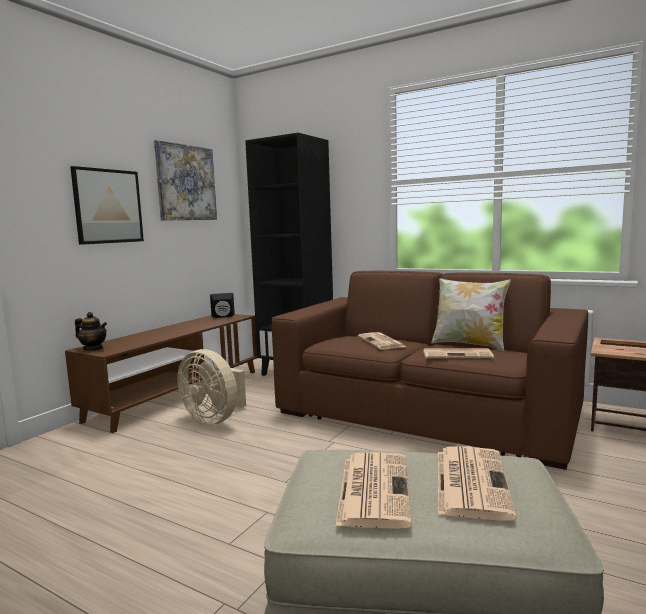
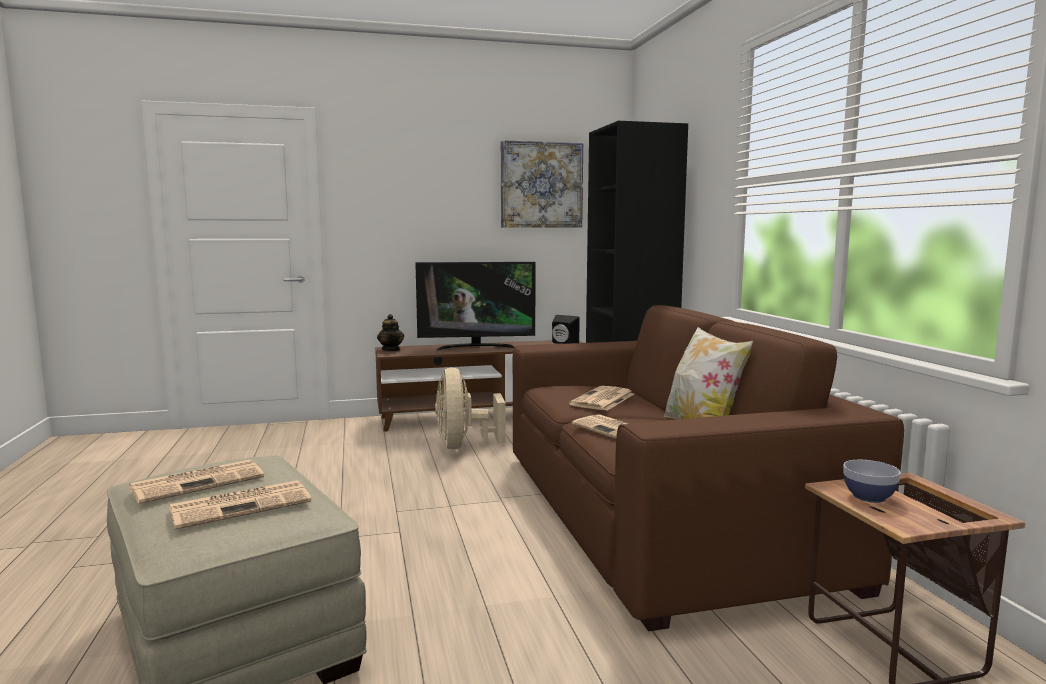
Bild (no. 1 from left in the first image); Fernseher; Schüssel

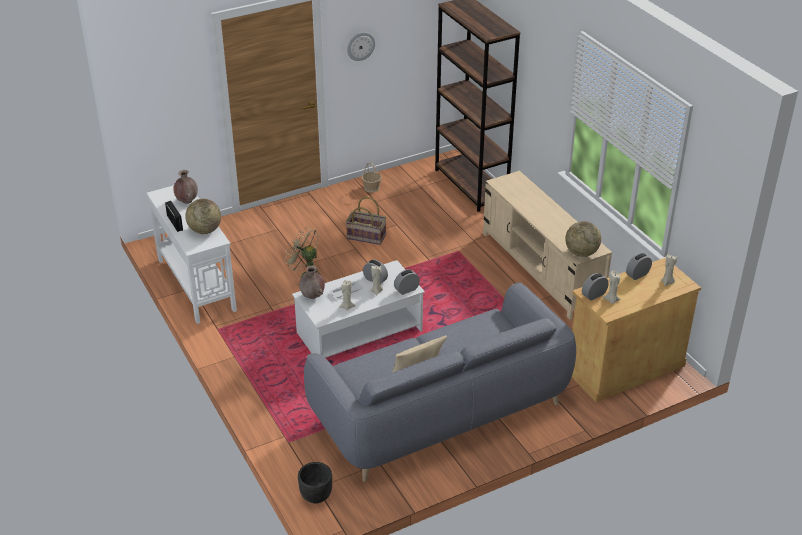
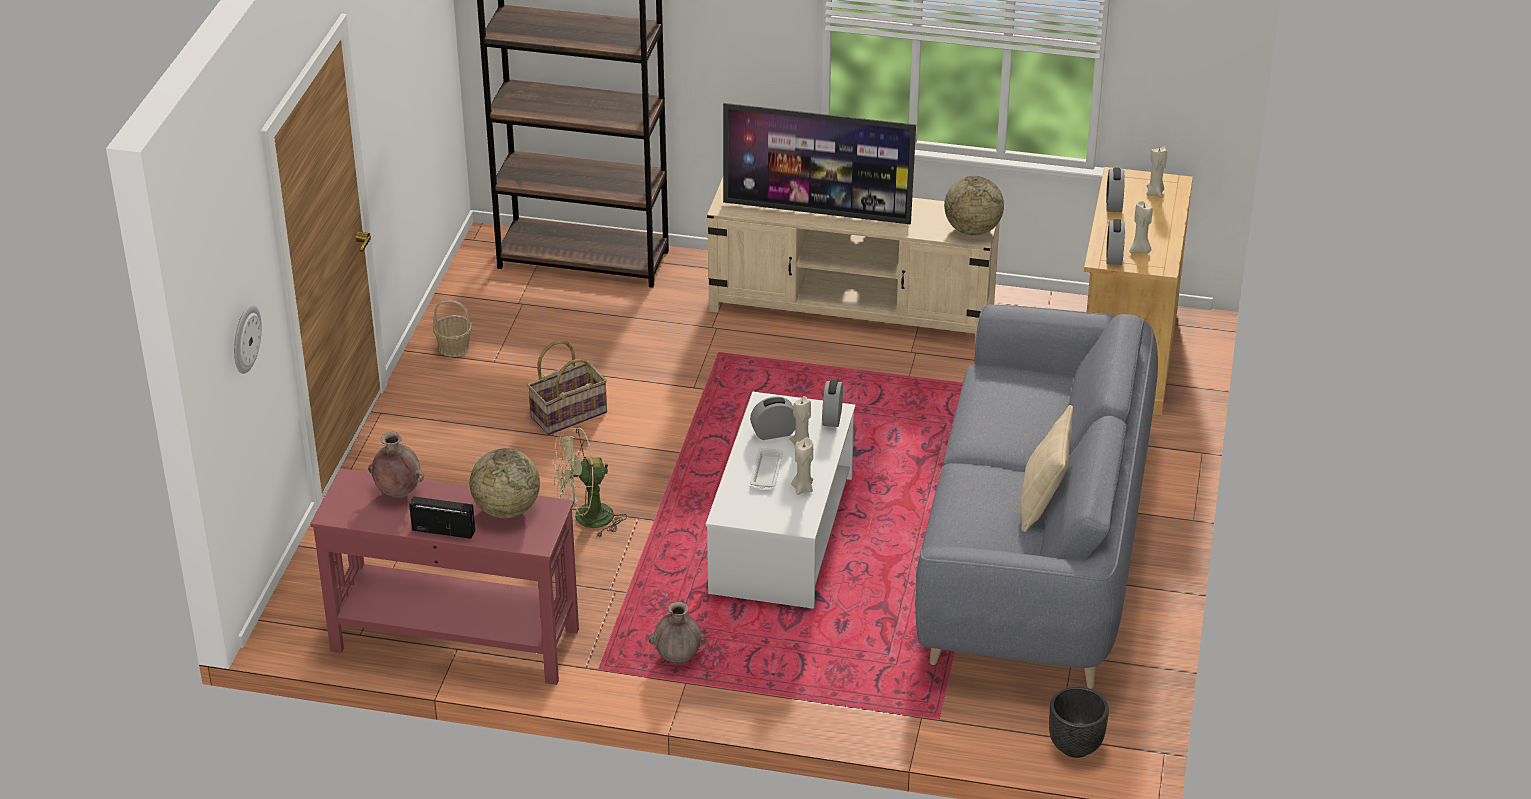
Konsolentisch (rot); Vase (braun) (no. 2 from left); Wanduhr; Fernseher

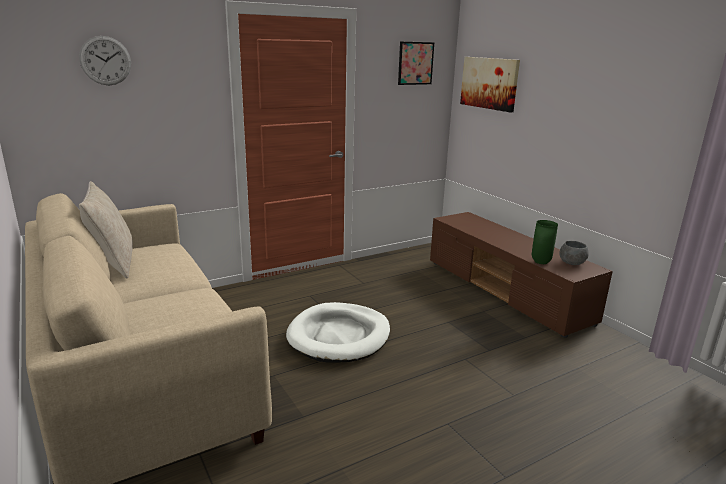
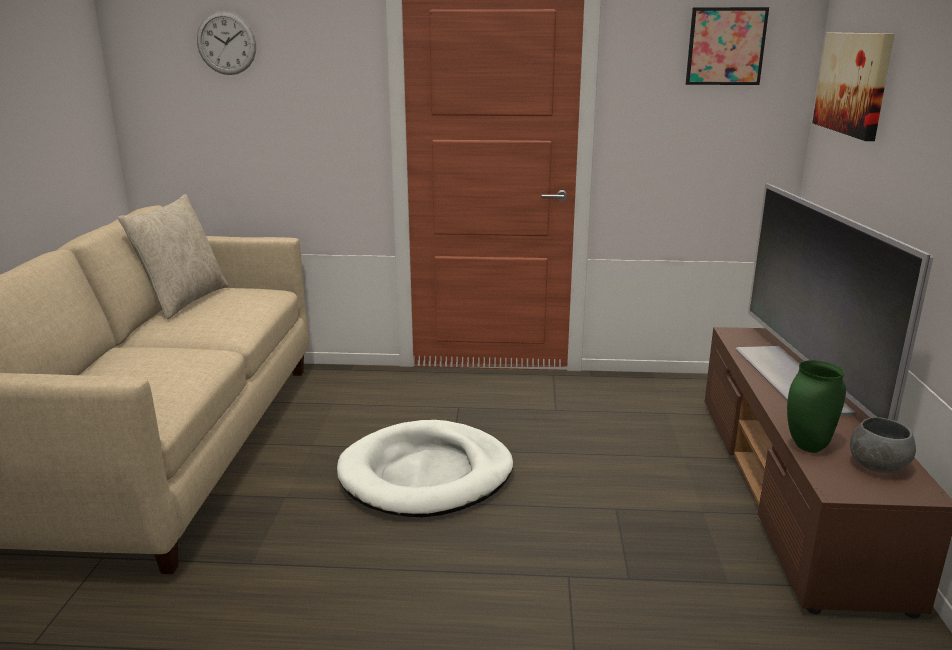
Fernseher

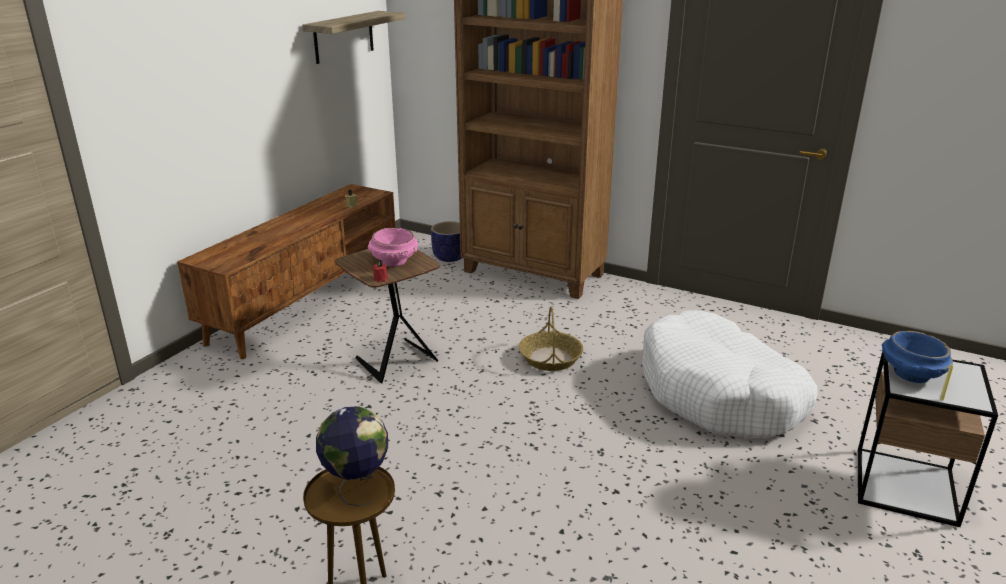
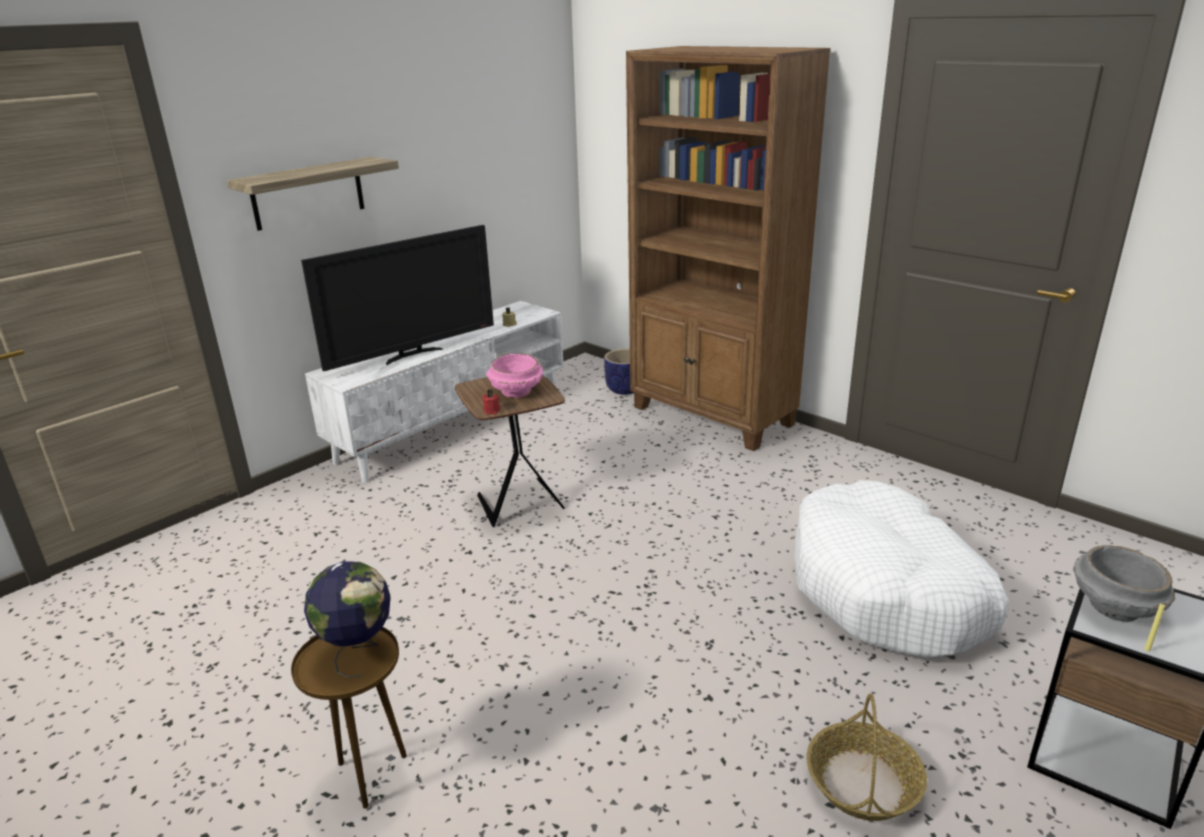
Fernsehschrank (weiß); Wandregal; Korb; Schüssel (grau); Fernseher

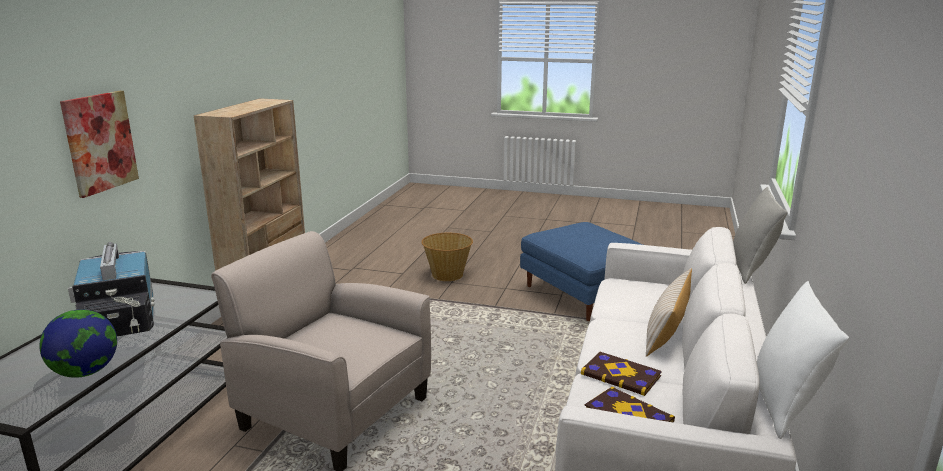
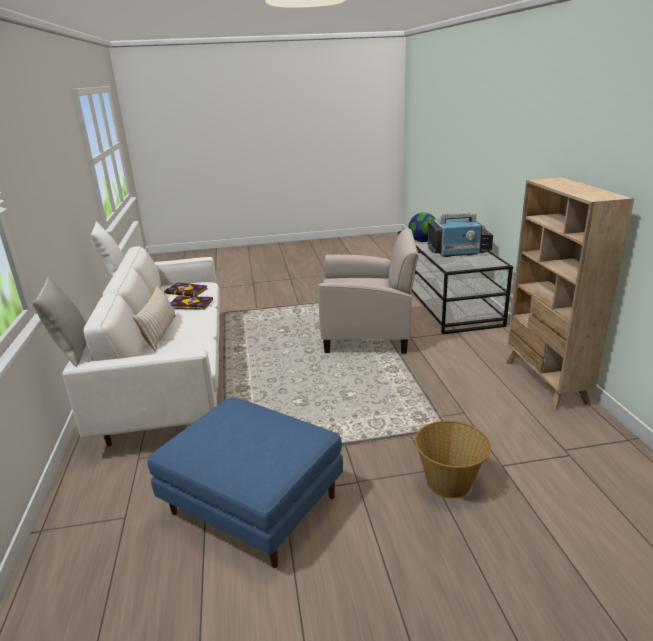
Bild; Fernseher

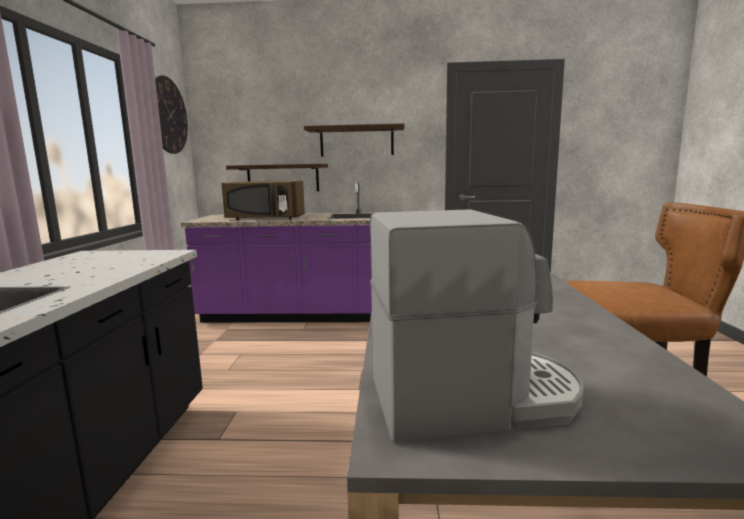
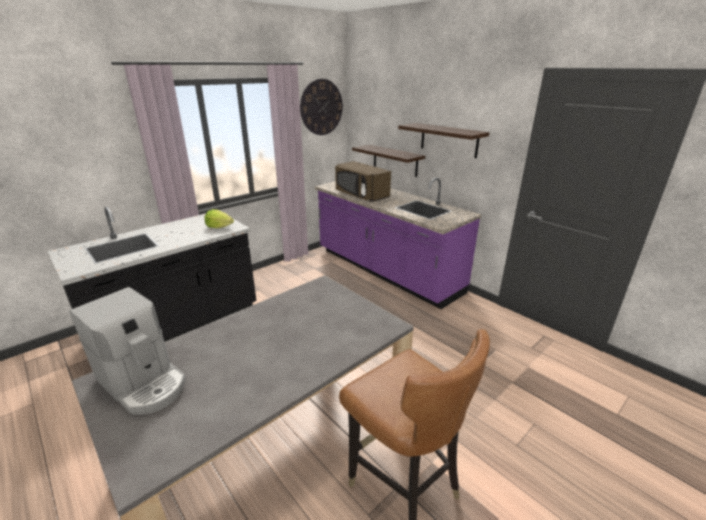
Salatkopf

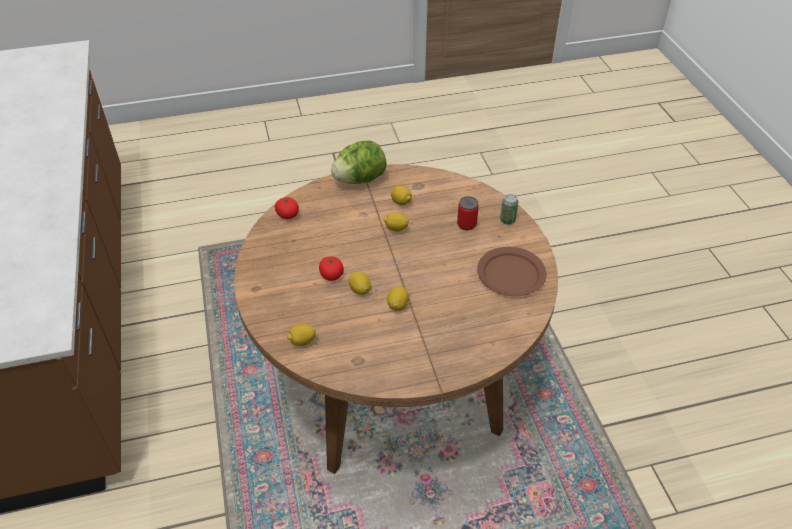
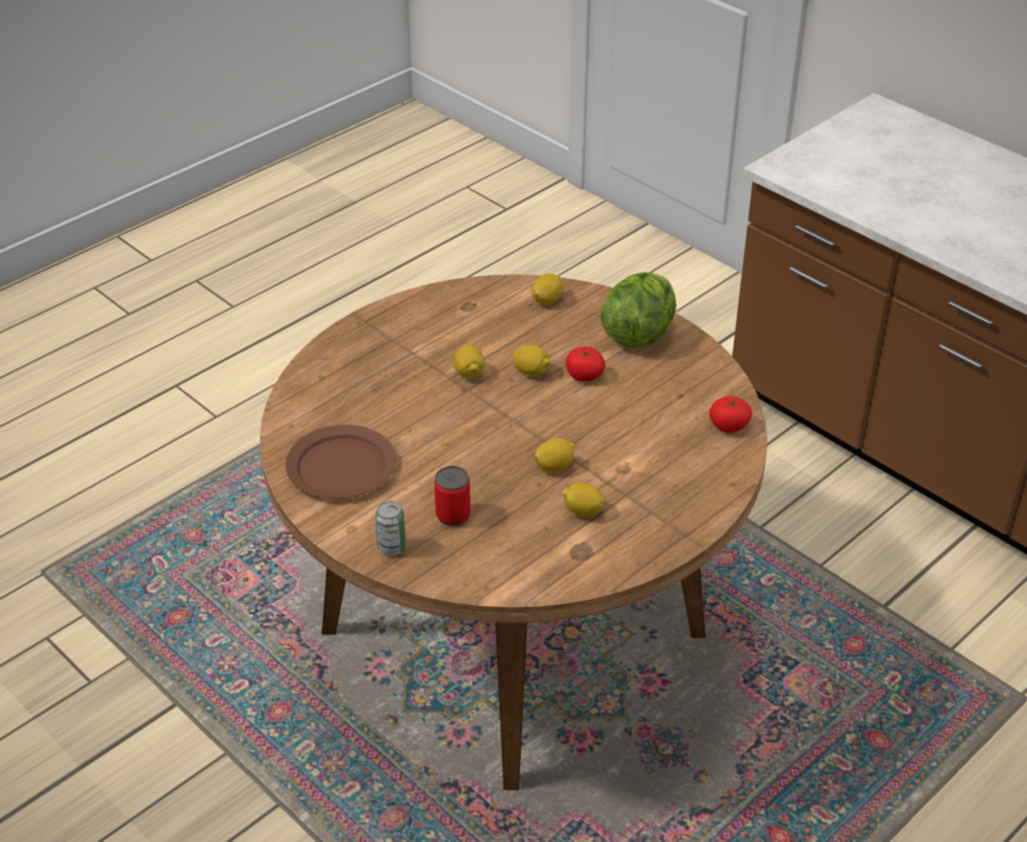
Salatkopf

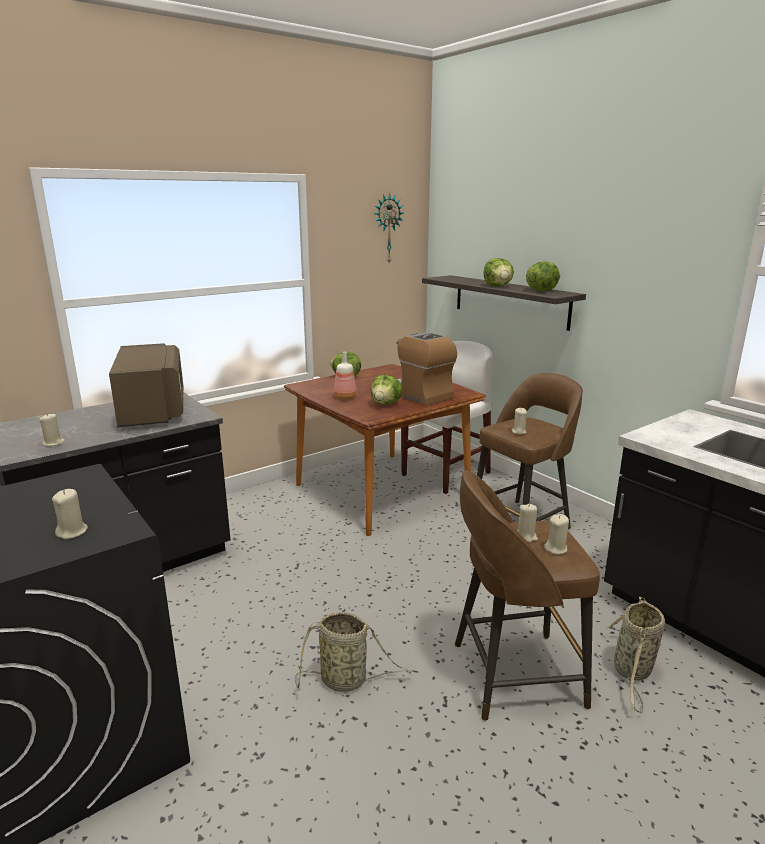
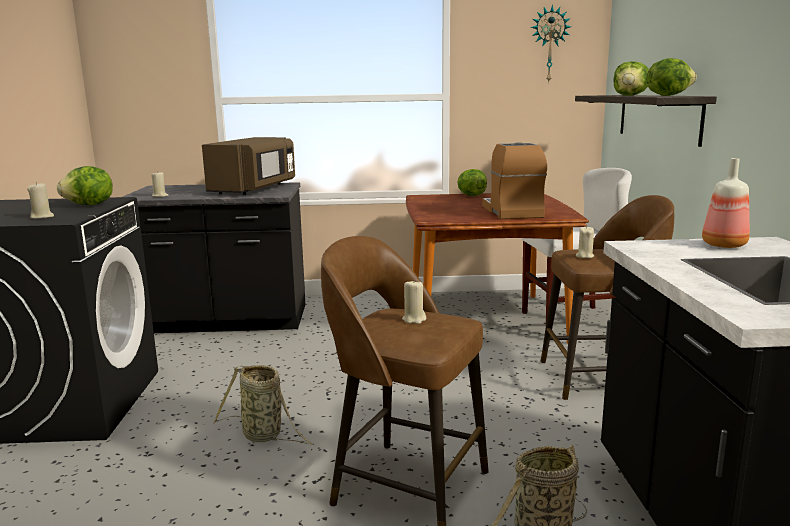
Flasche; Salatkopf (no. 1 from left); Kerze (beige) (no. 5 from left in the first image)

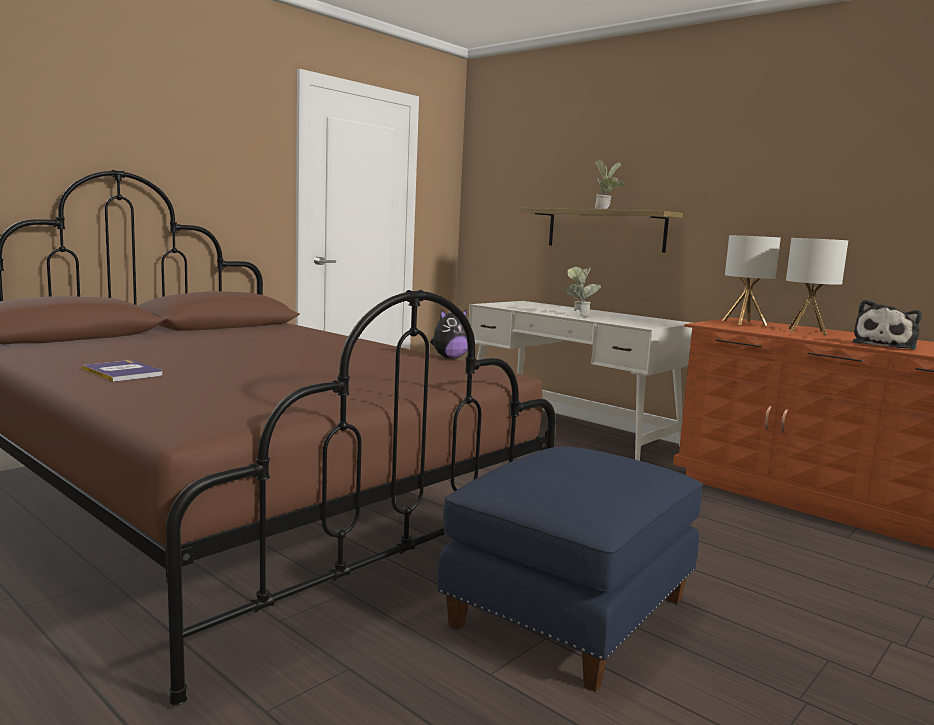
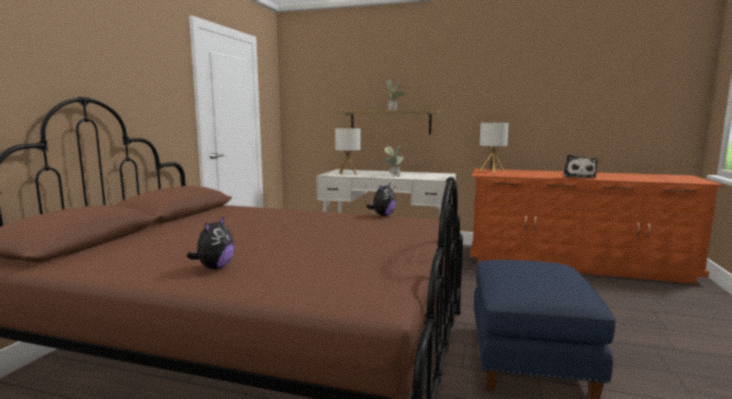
Plüschtier (no. 1 from left); Tischlampe (no. 1 from left)

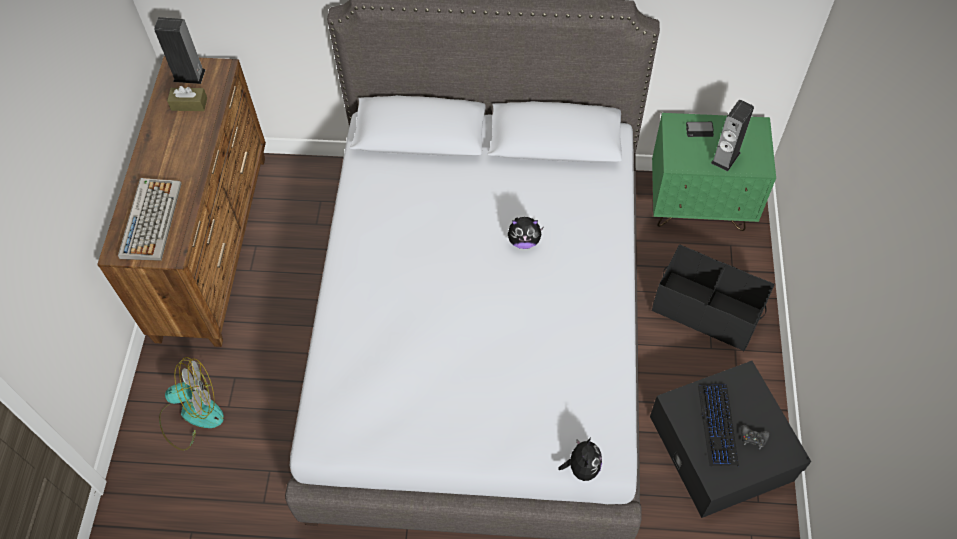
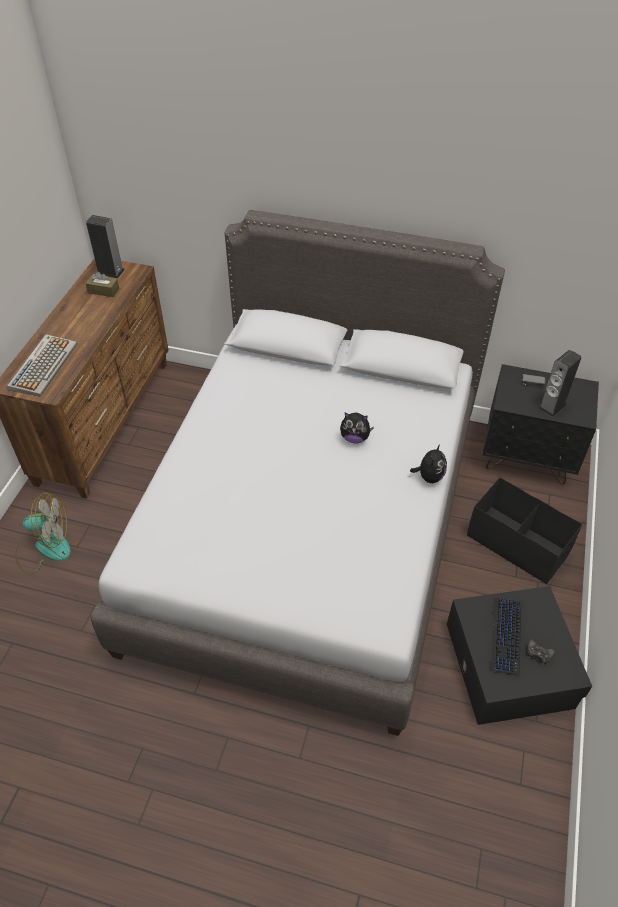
Plüschtier (no. 2 from left); Nachttisch (schwarz)

